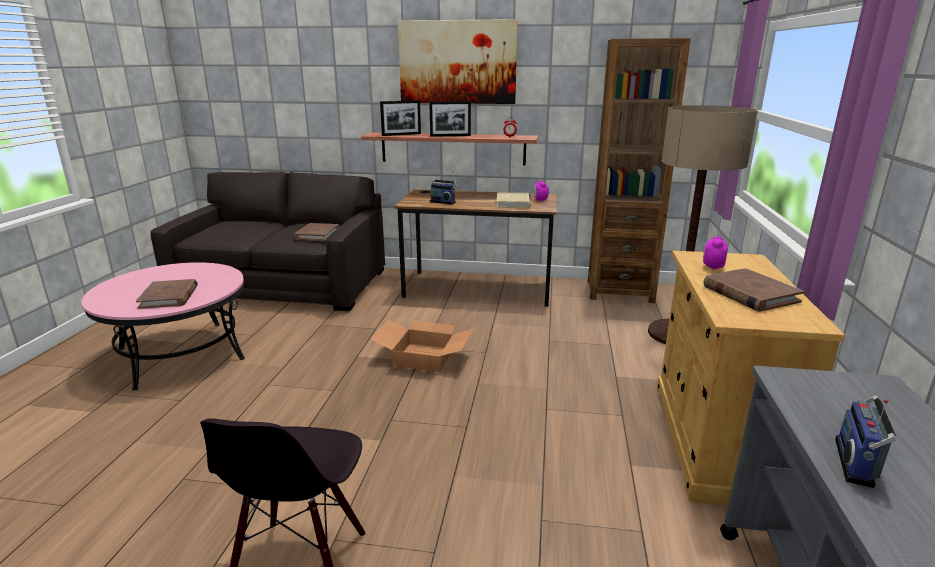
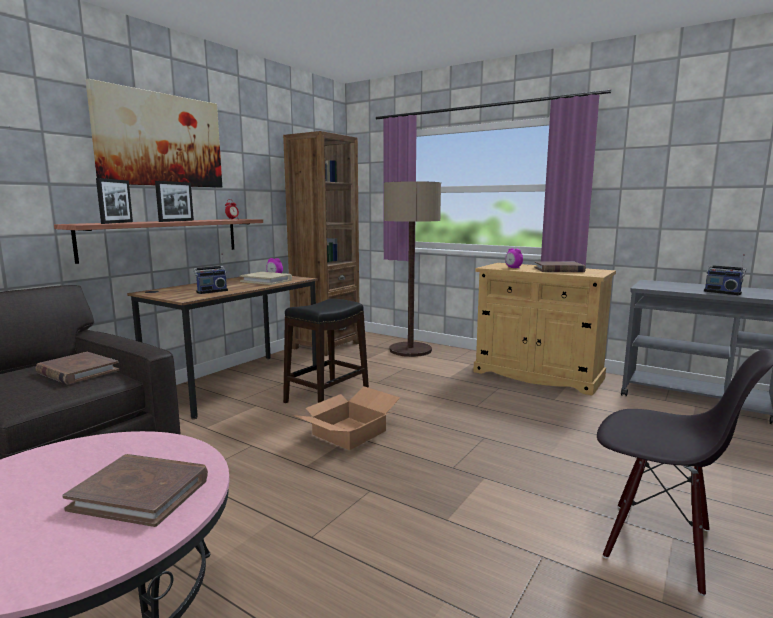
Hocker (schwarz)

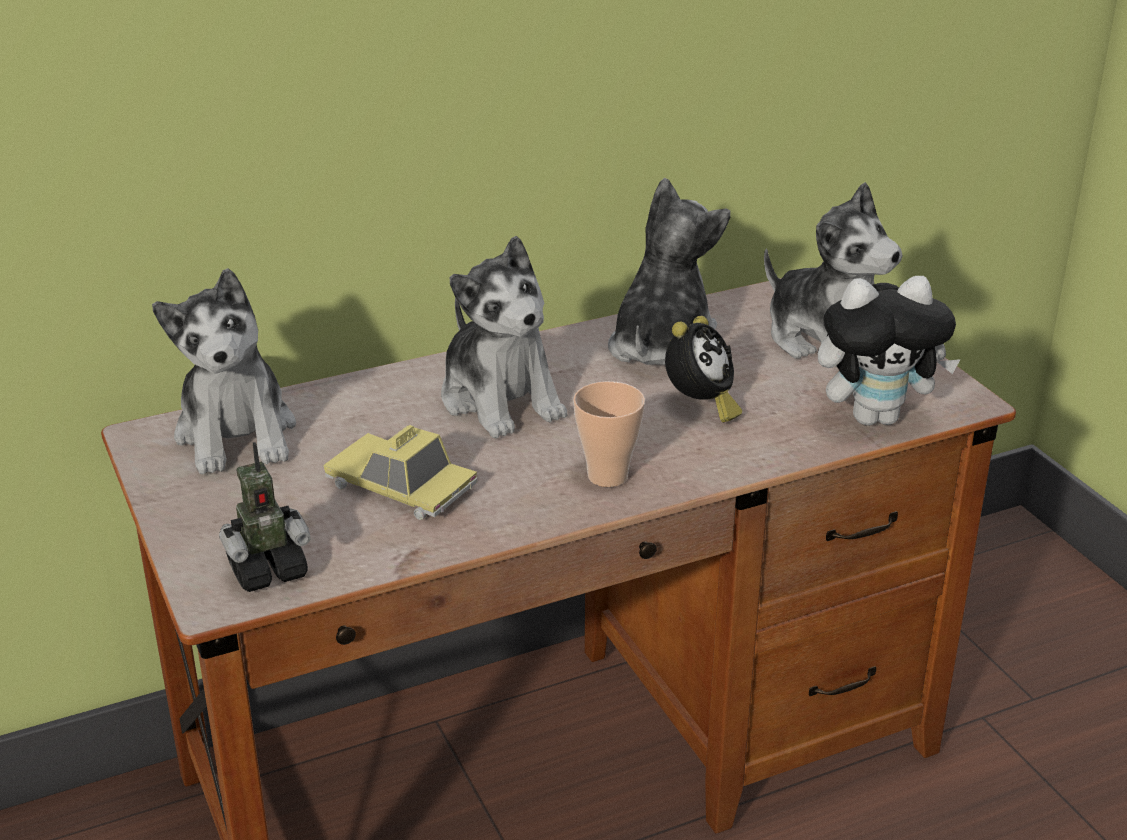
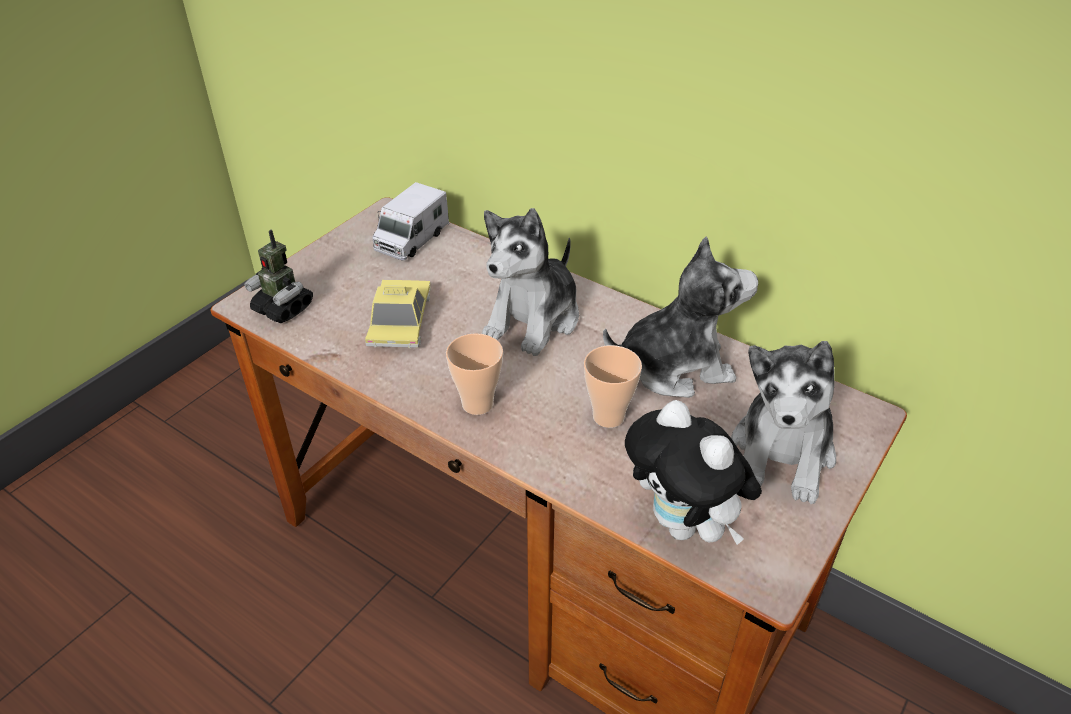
Spielzeuglaster; Tasse (no. 2 from left)

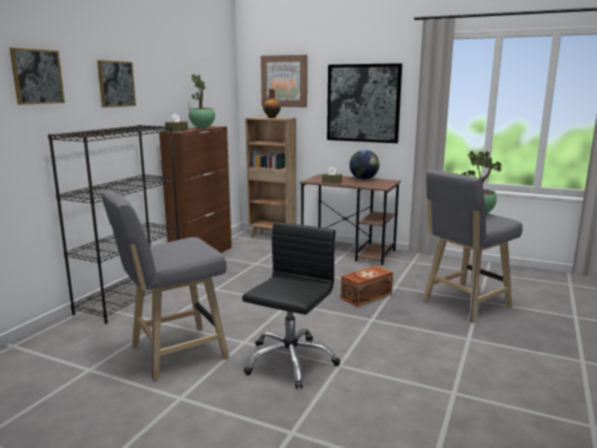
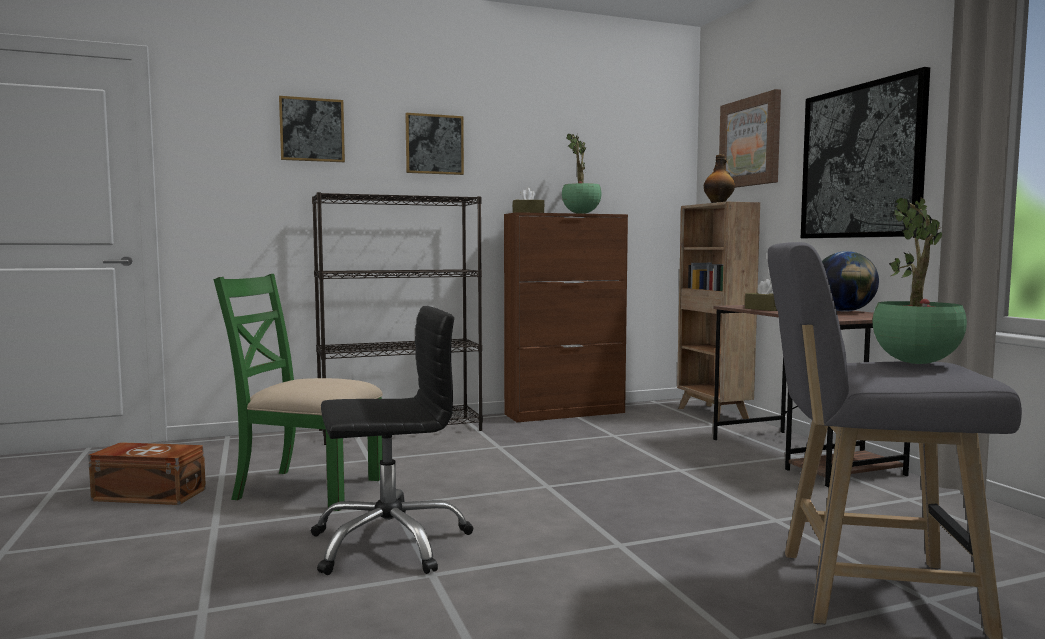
Stuhl (grün); Aufbewahrungsbox (braun)

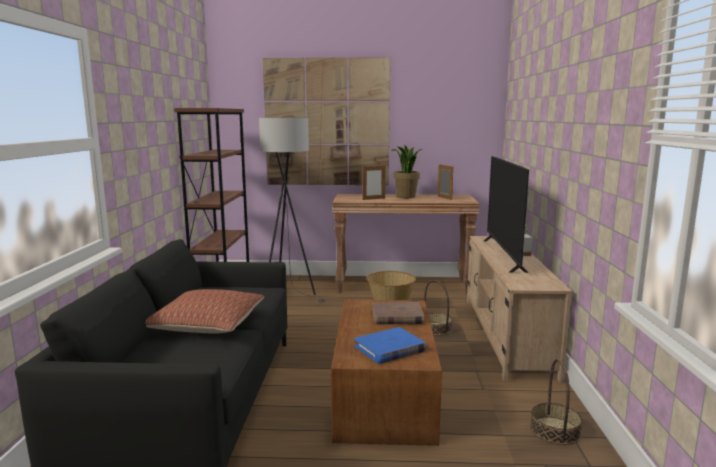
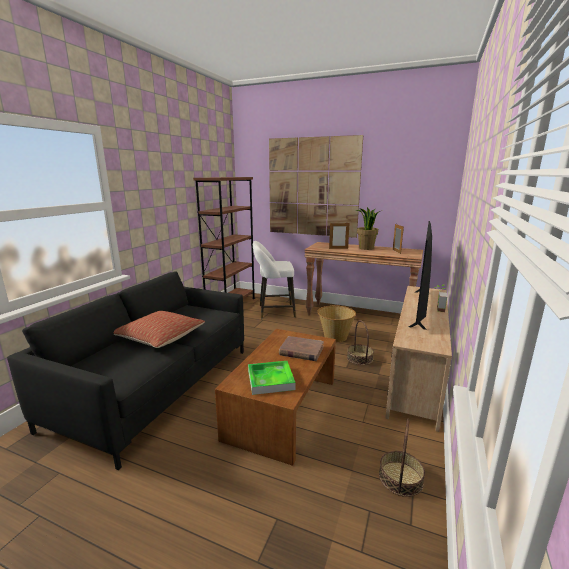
Hocker (weiß); Tablett

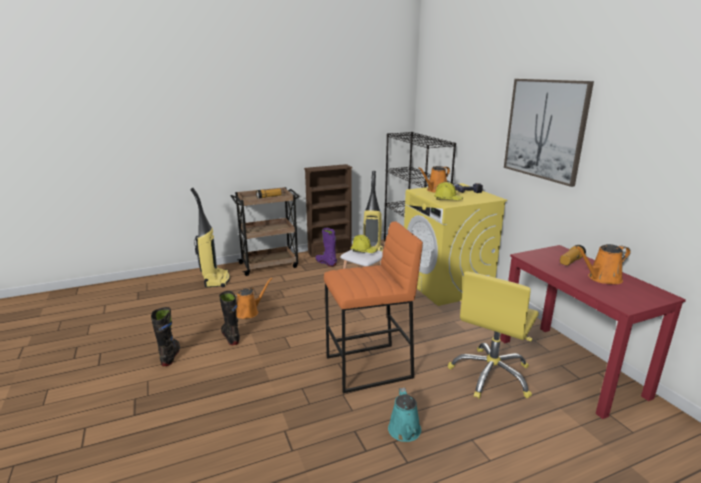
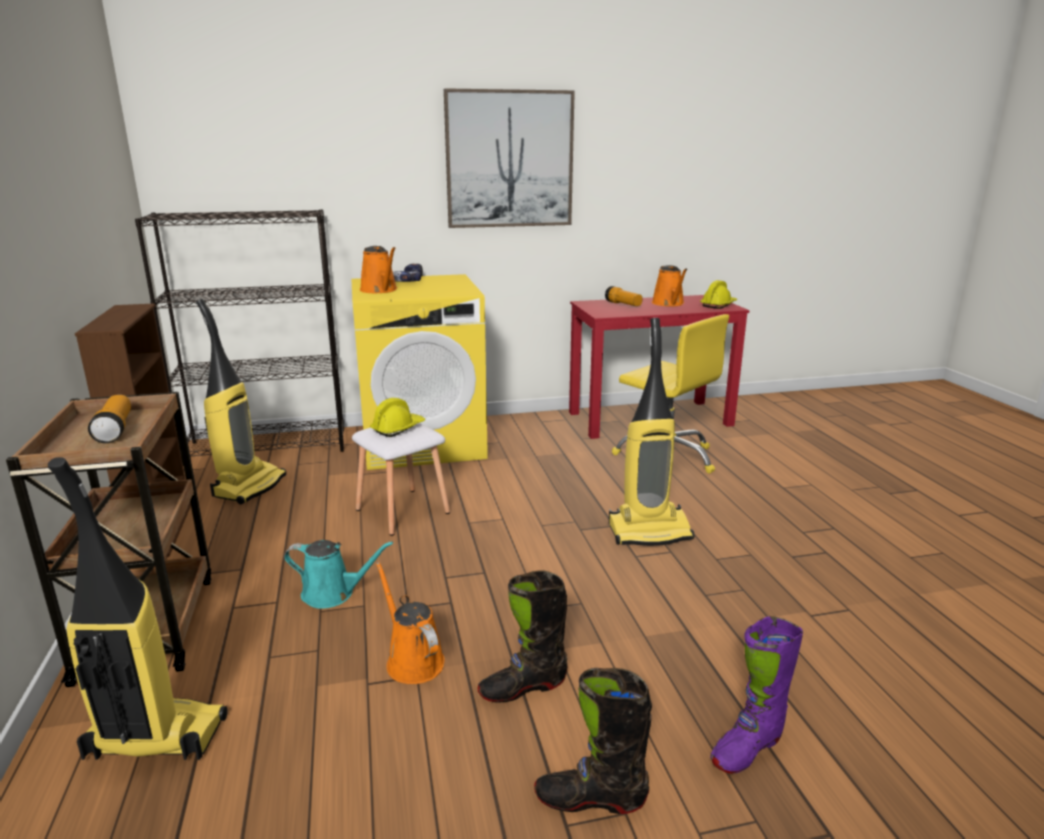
Stiefel (lila); Staubsauger (no. 3 from left); Gießkanne (türkis); Schutzhelm (gelb) (no. 2 from left)

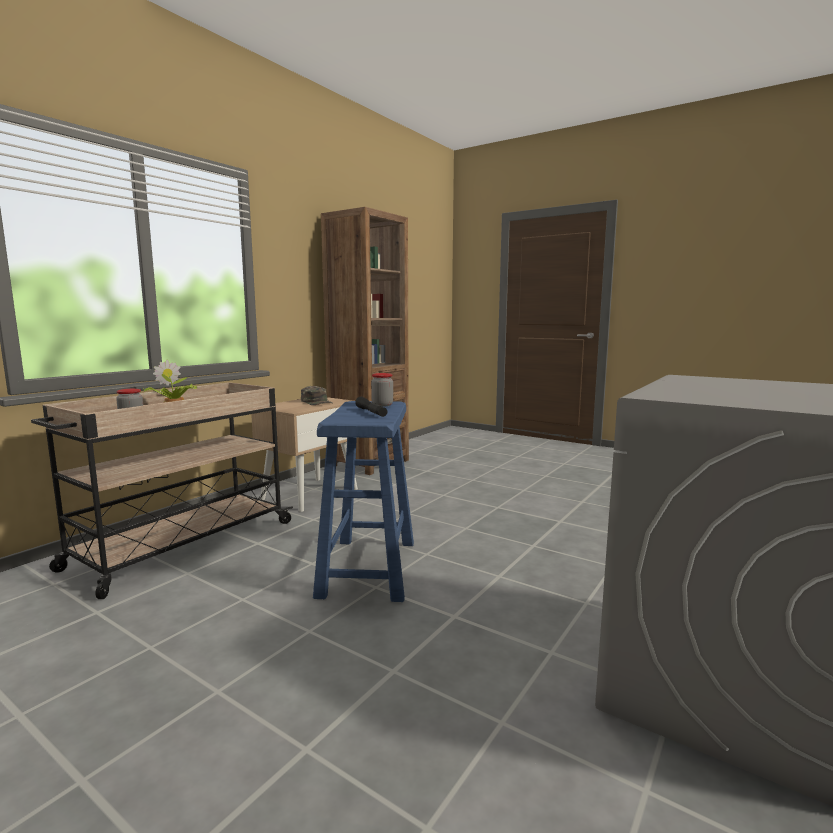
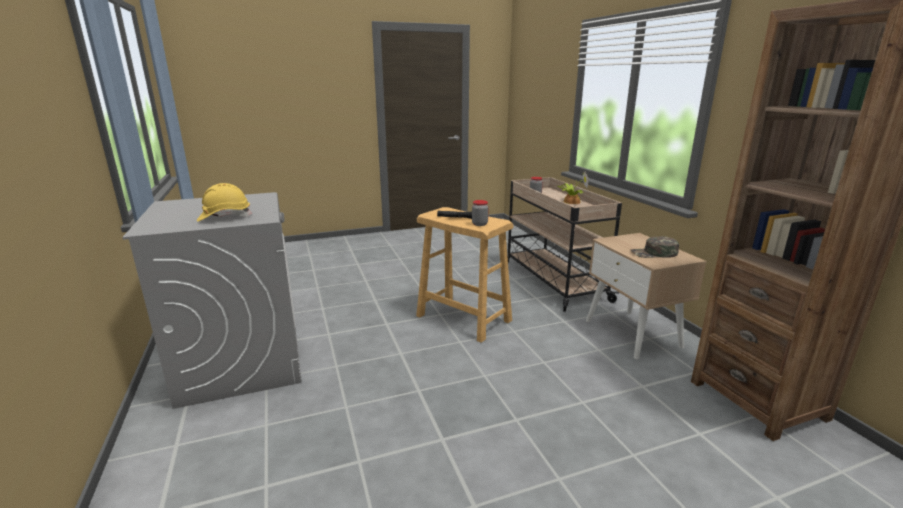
Hocker (beige); Schutzhelm (gelb)

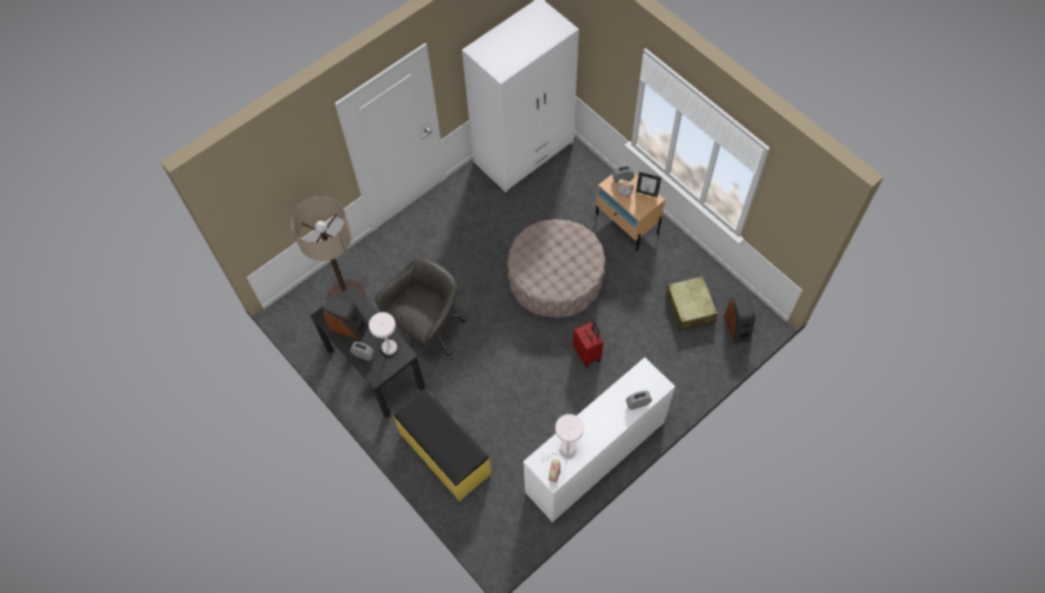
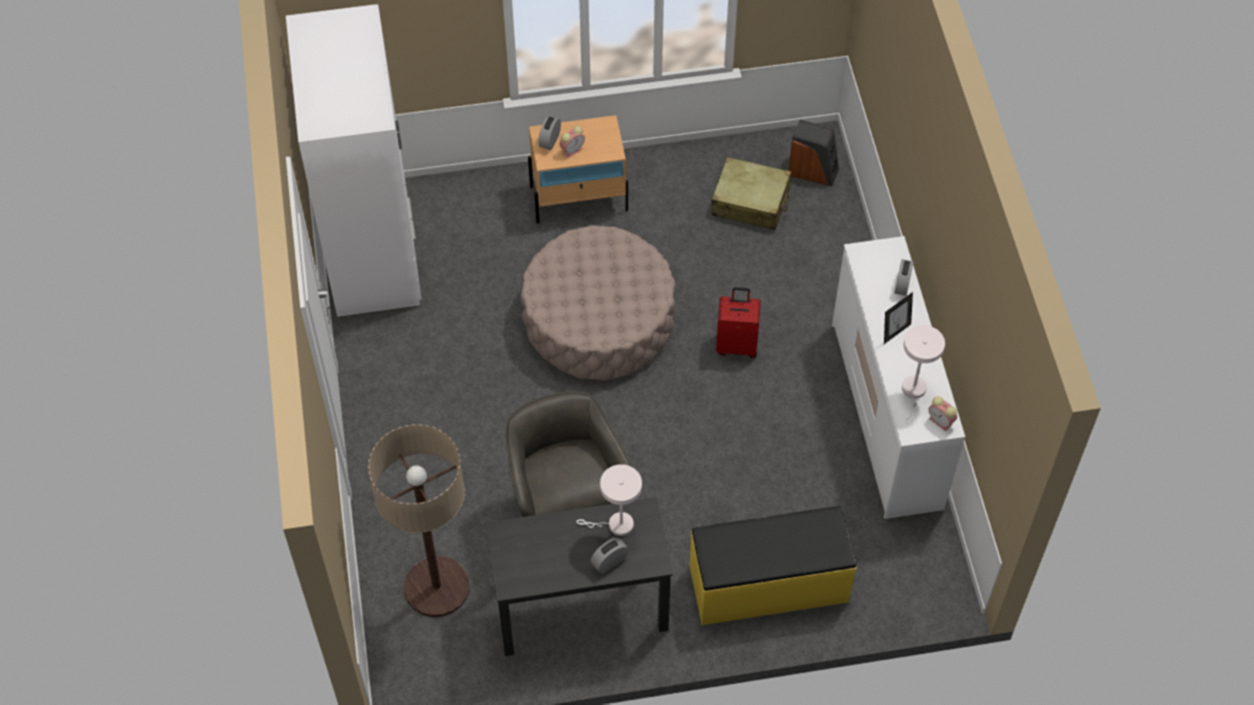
Lautsprecher (no. 1 from left in the first image); Bilderrahmen

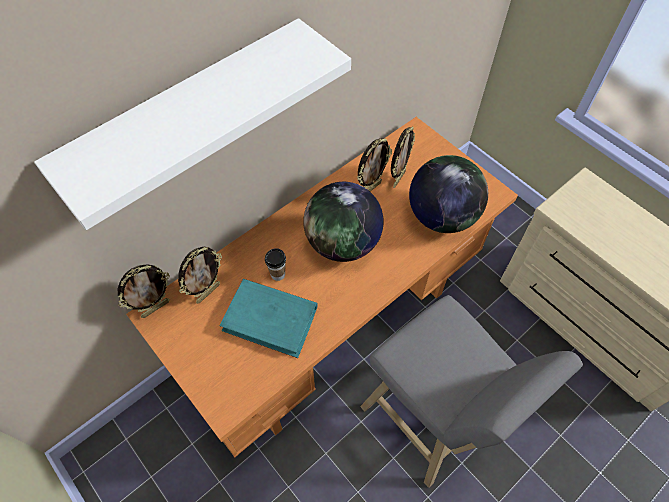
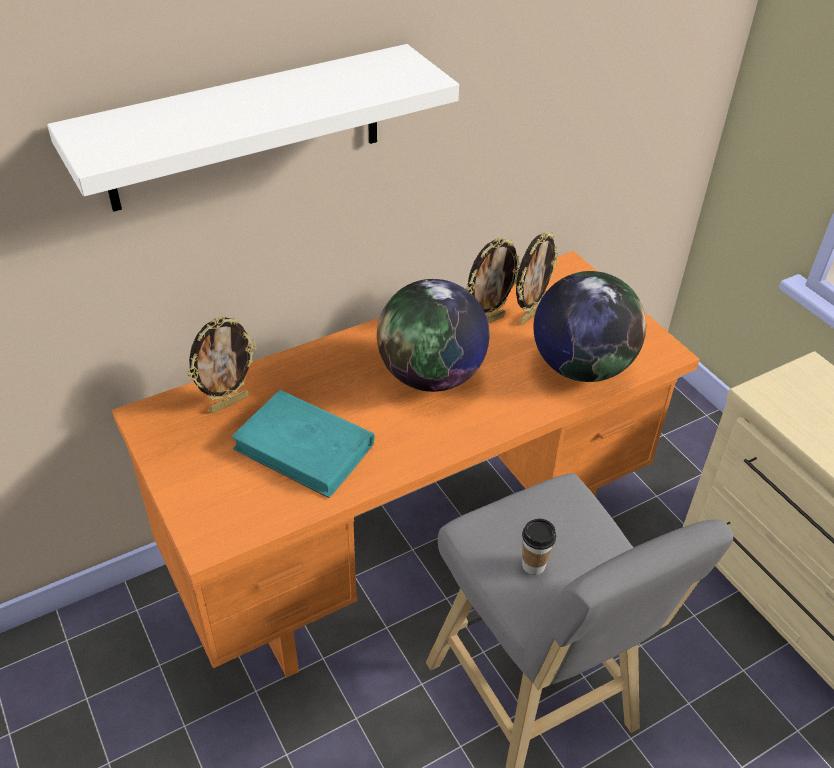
Bilderrahmen (no. 1 from left in the first image); Tasse

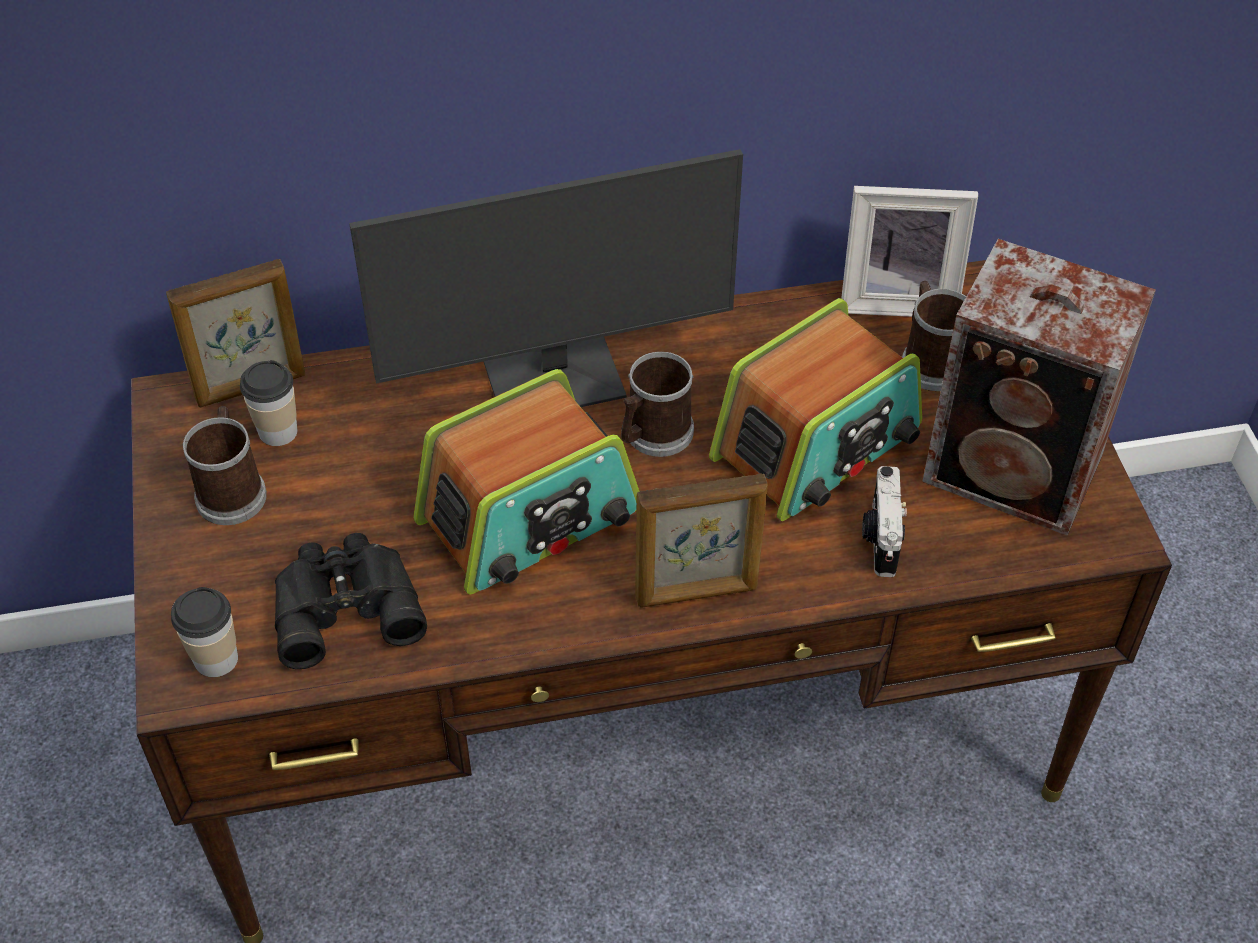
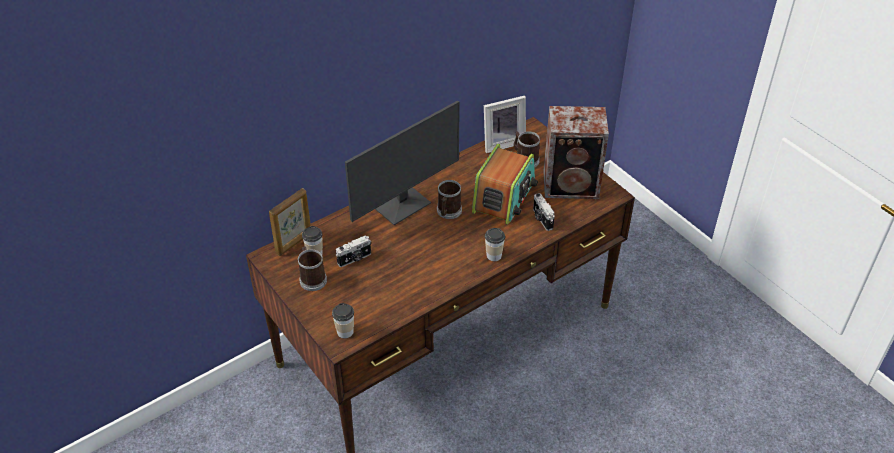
Fernglas (schwarz); Radio (no. 1 from left in the first image); Tasse (no. 3 from left); Kamera (no. 1 from left)

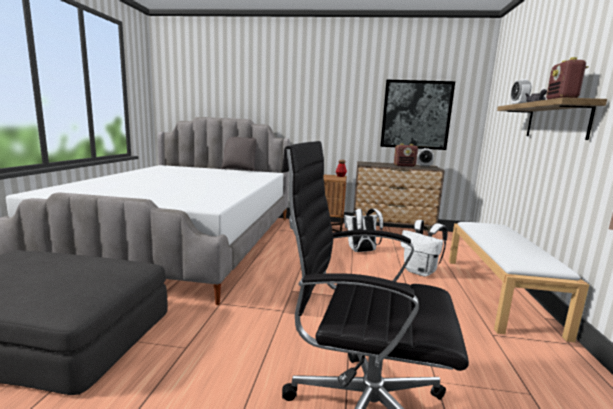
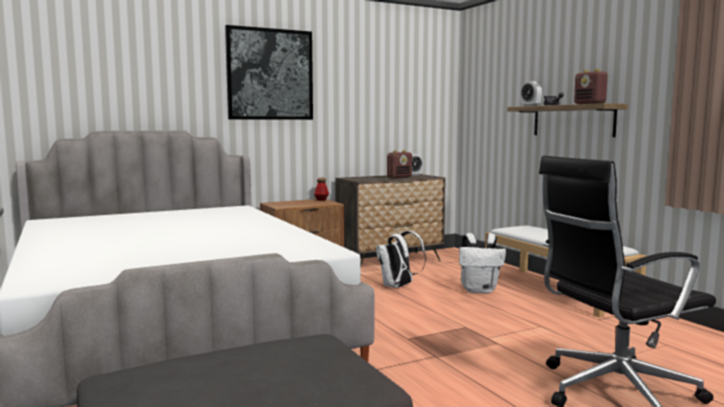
Kissen (grau); Bild

